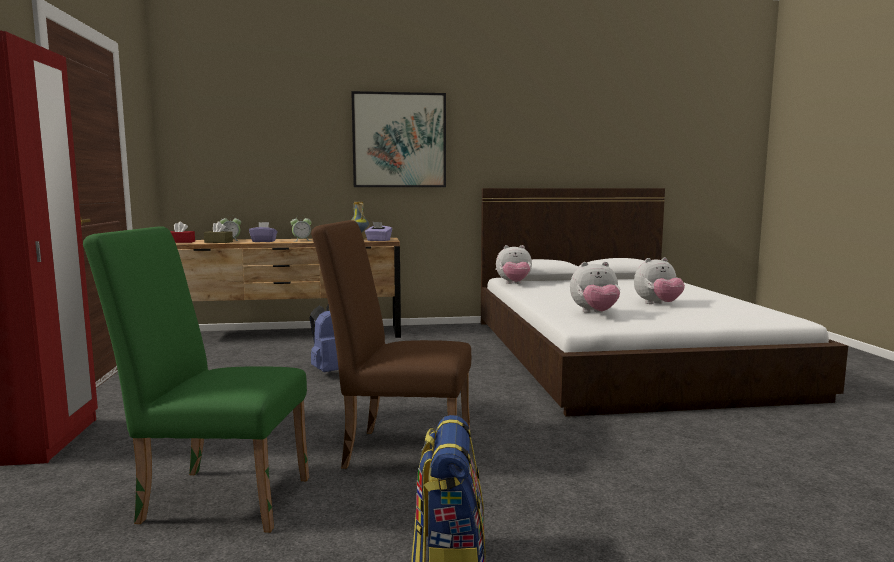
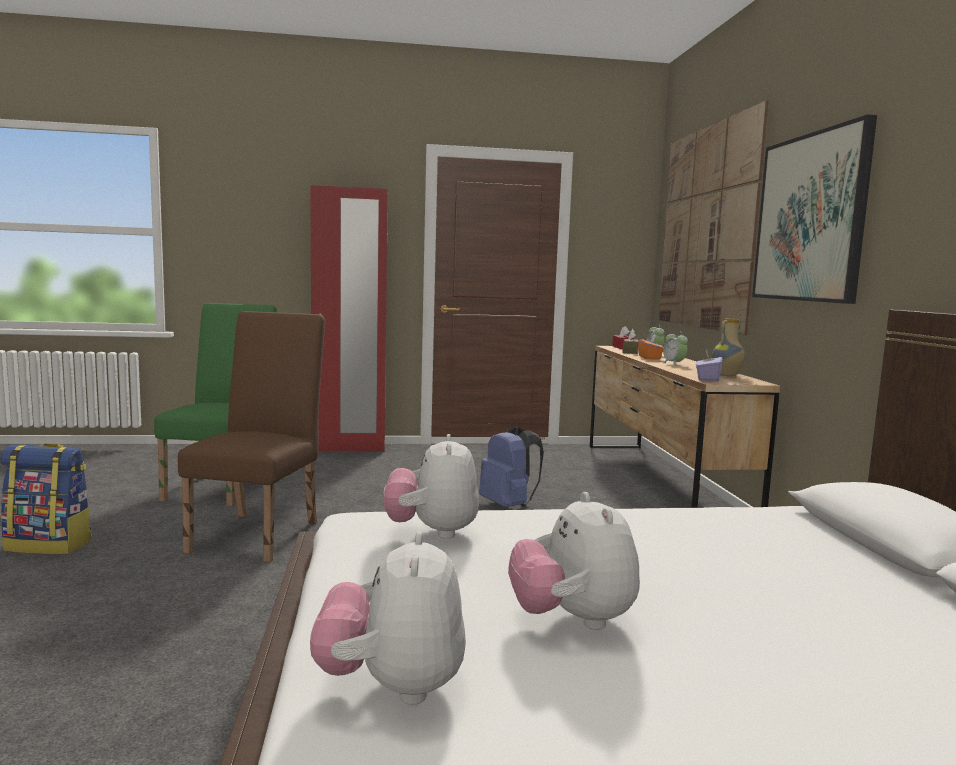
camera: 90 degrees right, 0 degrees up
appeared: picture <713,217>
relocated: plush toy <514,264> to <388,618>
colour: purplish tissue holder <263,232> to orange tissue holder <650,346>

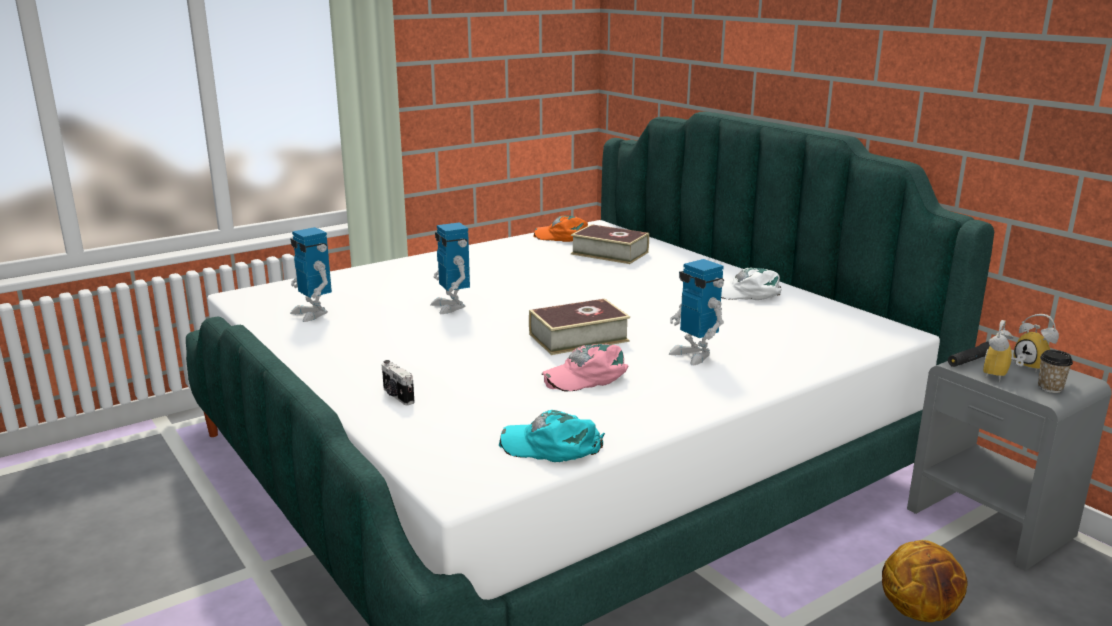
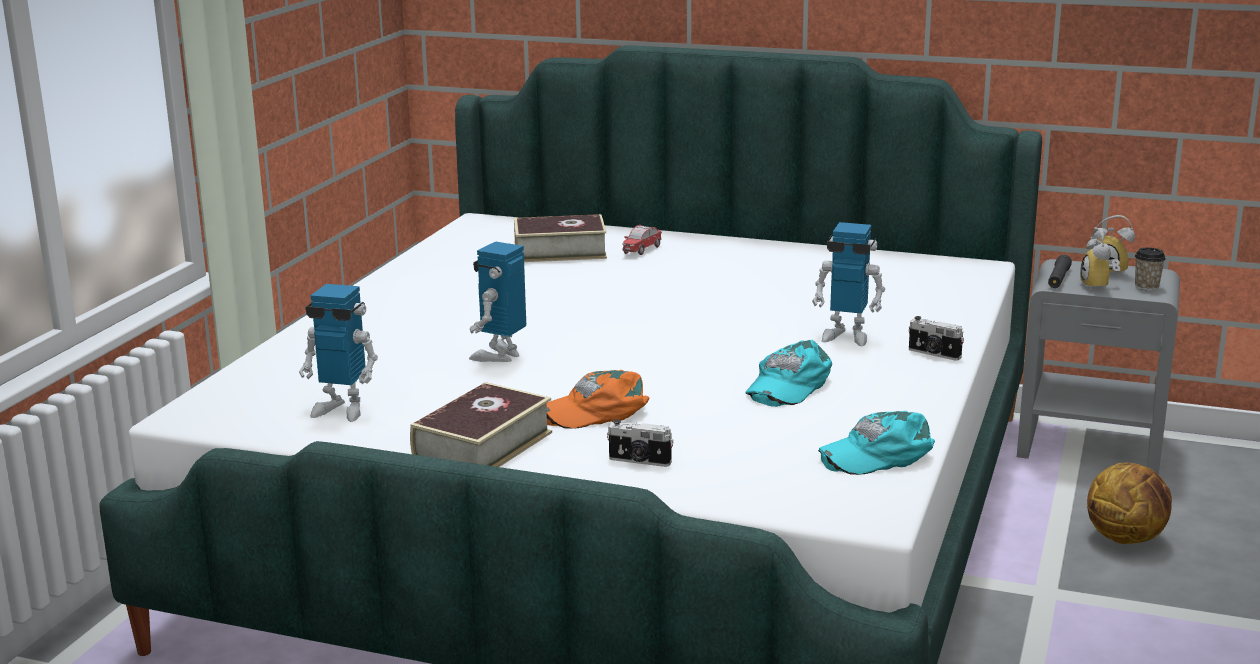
camera: 35 degrees left, 0 degrees up
missing: whitish peaked cap <751,284>
appeared: toy car <642,240>; still camera <936,338>
relocated: volume <579,327> to <481,424>; orange peaked cap <560,228> to <598,399>
colour: pink-coloured peaked cap <585,367> to turquoise peaked cap <788,373>
spun: model robot <450,268> = <497,301> 90 degrees clockwise

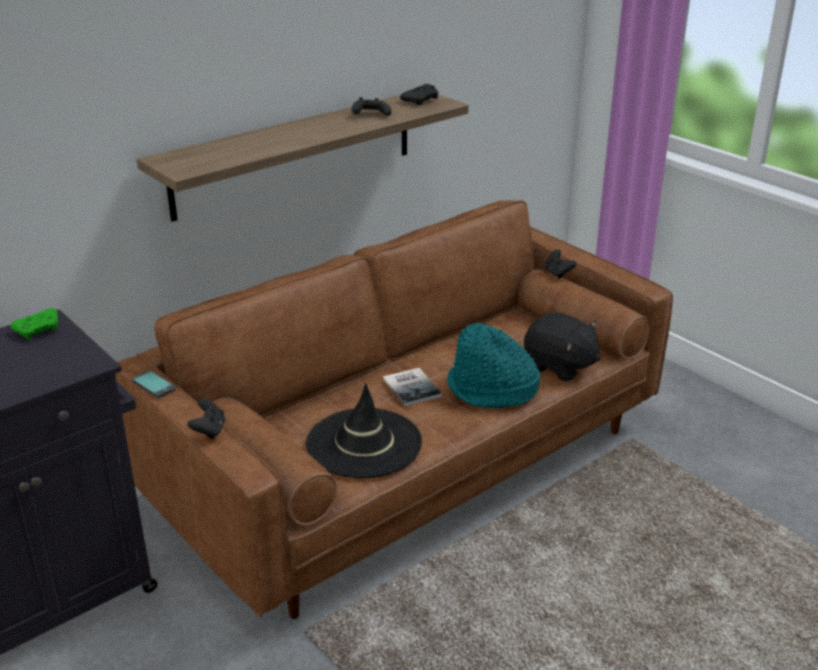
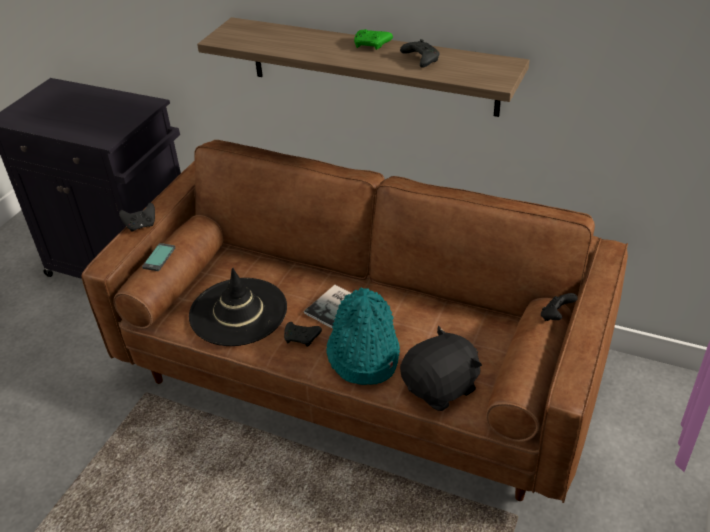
camera: 65 degrees right, 10 degrees up
relocated: green game controller <34,324> to <373,39>; telephone <154,384> to <158,257>; black game controller <419,94> to <303,334>
spun: black plush toy <562,347> = <441,368> 135 degrees counterclockwise

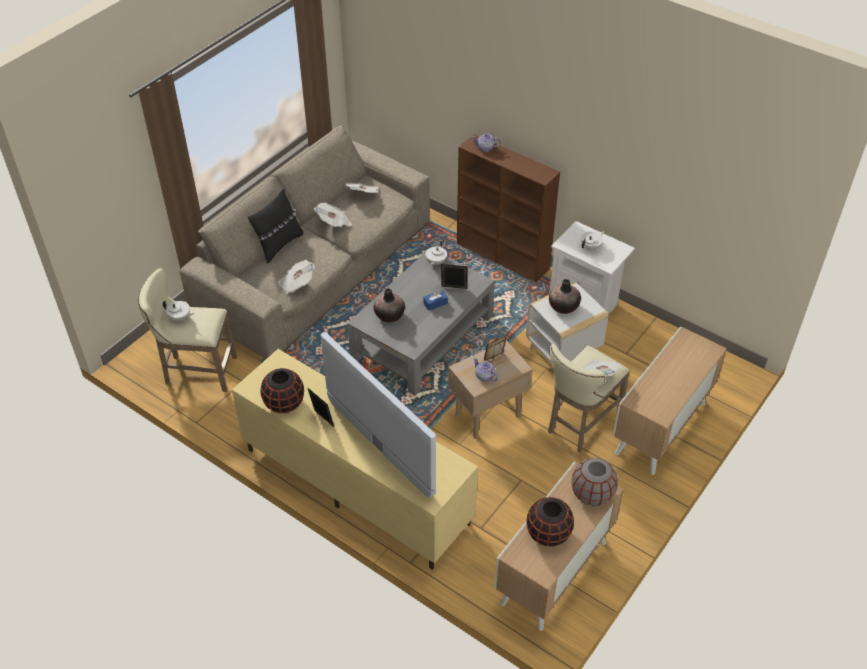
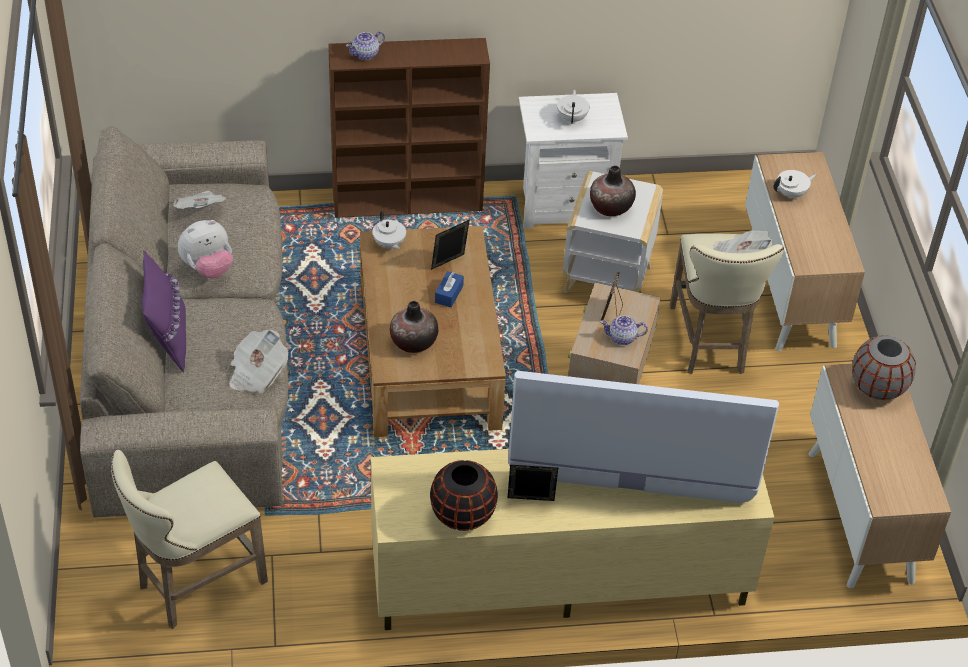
camera: 45 degrees left, 0 degrees up
missing: black flower vase <550,522>
relocated: whitish tea pot <179,311> to <794,185>
exchanged: daily paper <333,215> to plush toy <205,249>
colour: black cushion <275,226> to purplish cushion <164,312>; gray coffee table <421,324> to brownish coffee table <433,331>

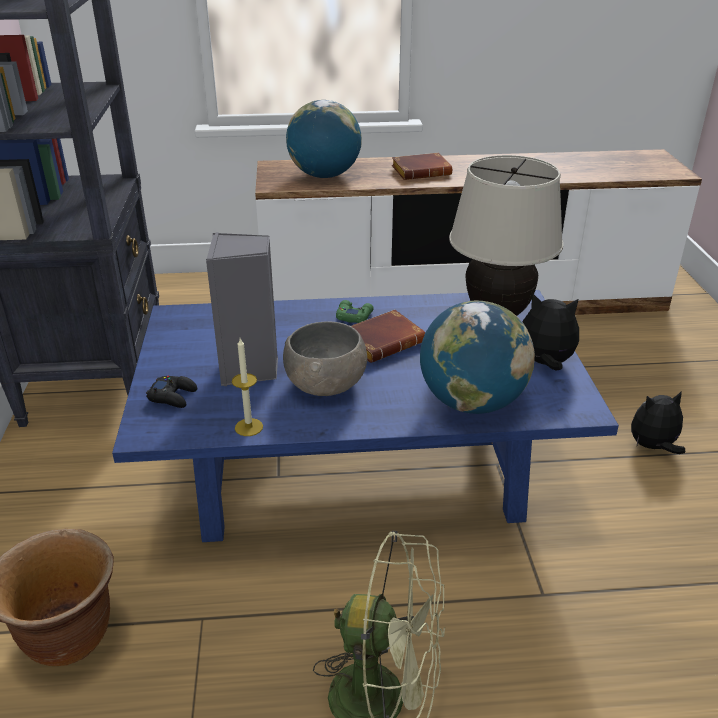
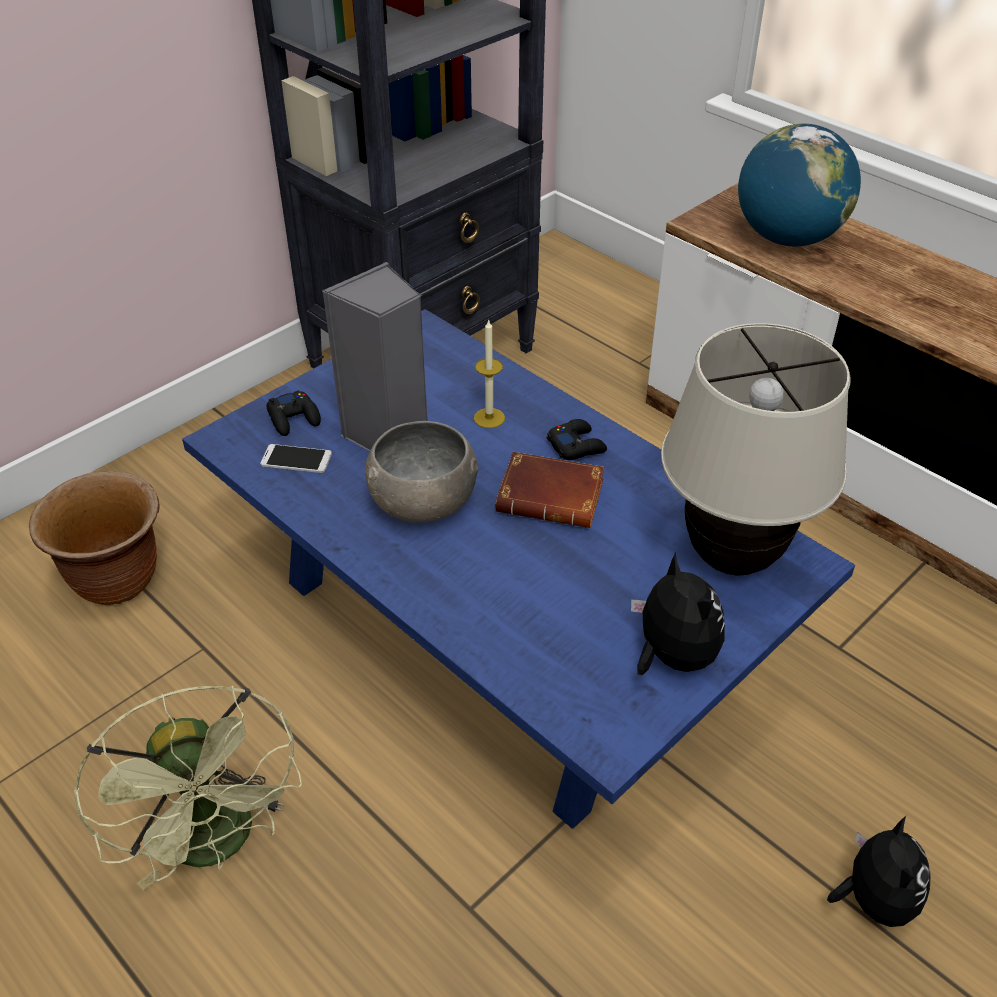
camera: 50 degrees right, 10 degrees up
missing: brownish volume <422,166>; globe <477,357>
appeared: telephone <296,458>
relocated: candle <247,387> to <489,373>
colour: green game controller <355,311> to black game controller <577,439>
spun: plush toy <658,422> = <879,871> 60 degrees clockwise

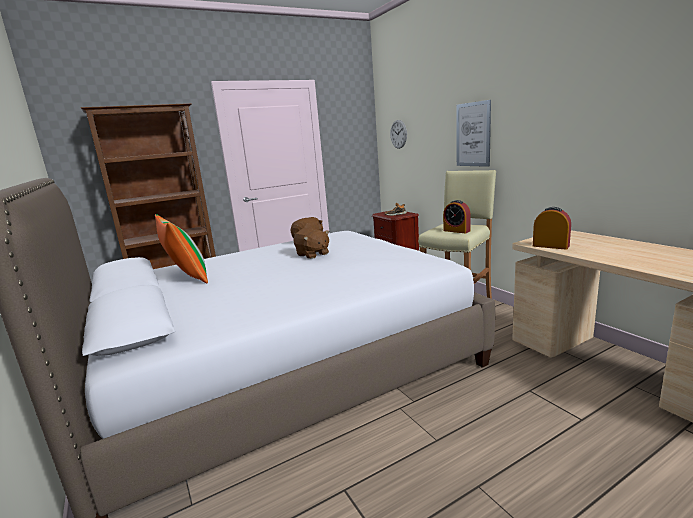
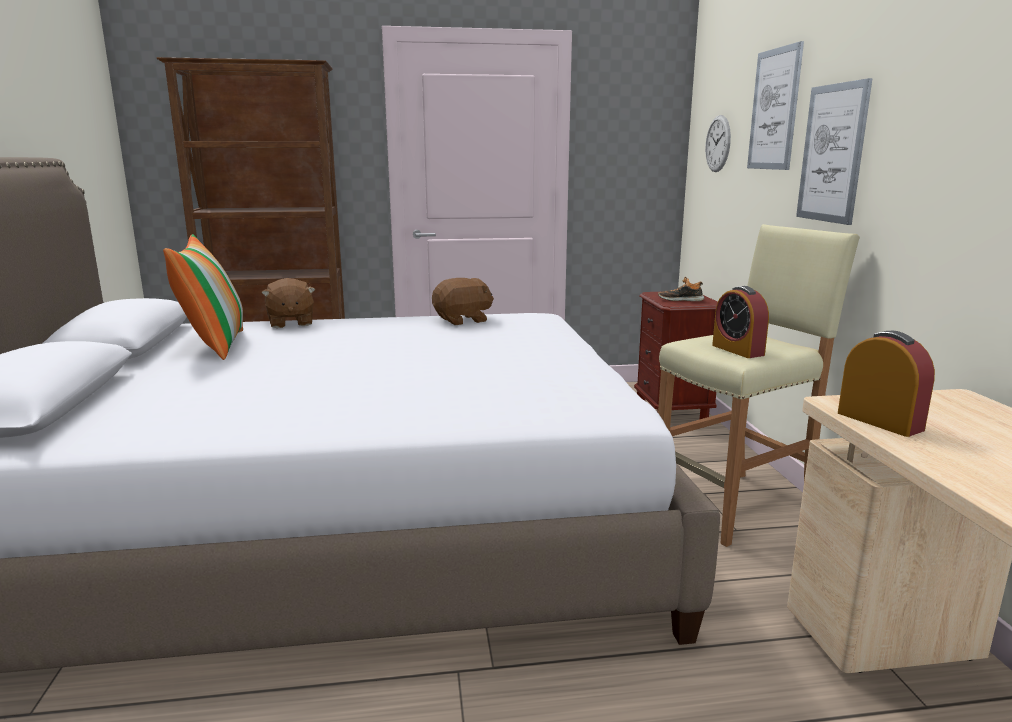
camera: 20 degrees right, 0 degrees up
appeared: picture <775,105>
relocated: brownish plush toy <311,243> to <288,303>

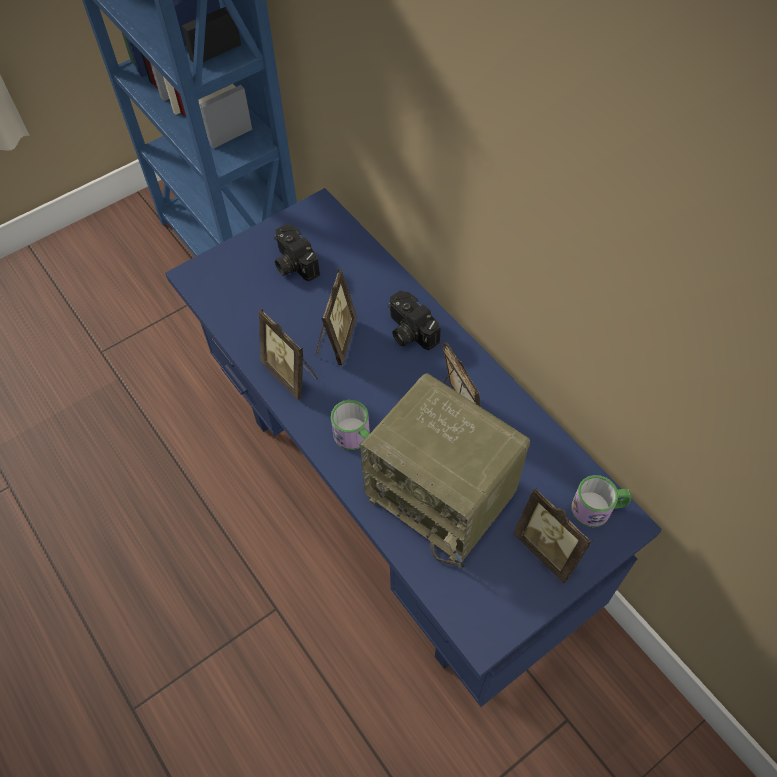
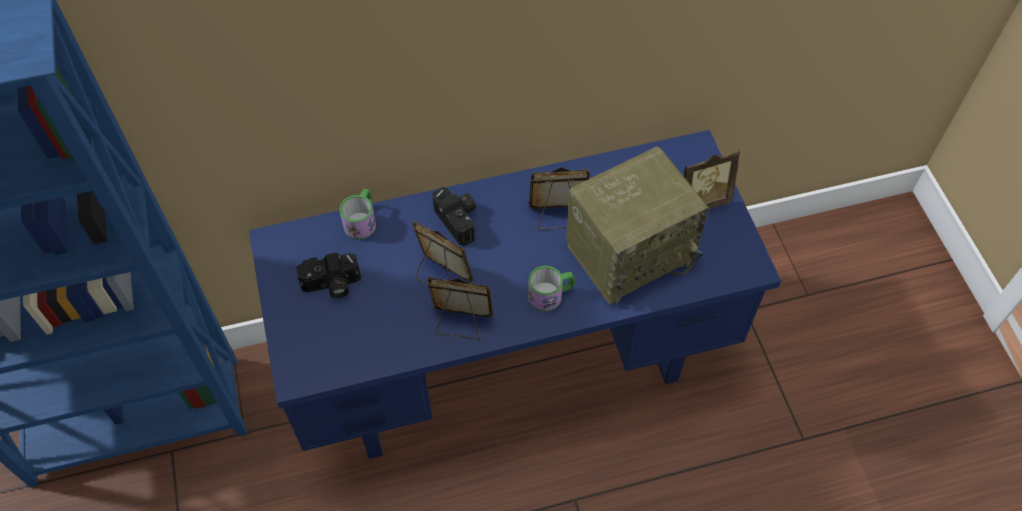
camera: 70 degrees left, 0 degrees up
relocated: mug <601,501> to <358,214>
spun: picture frame <288,354> = <460,308> 150 degrees counterclockwise; still camera <414,320> = <454,216> 105 degrees counterclockwise

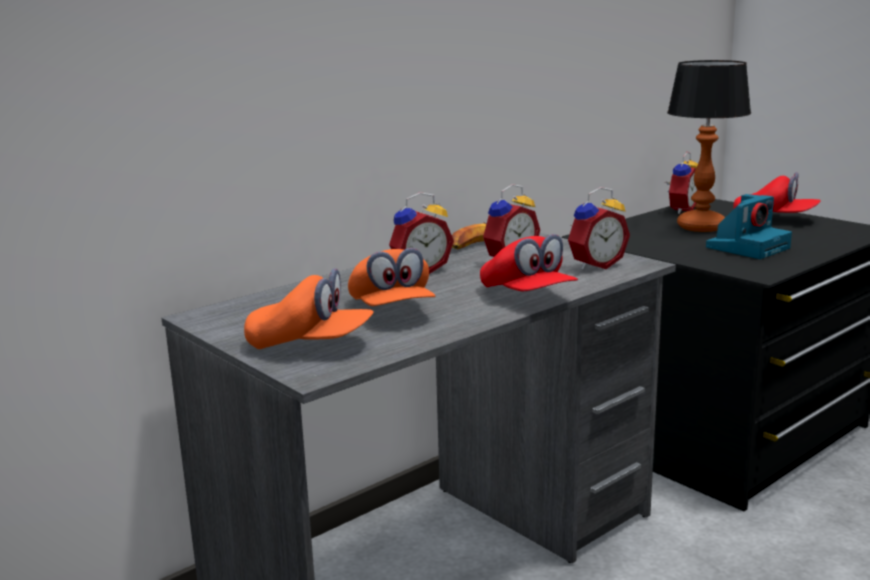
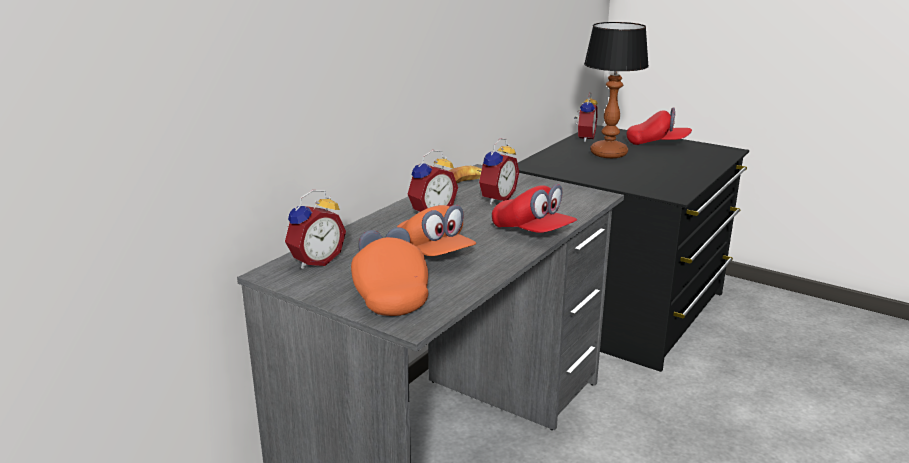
camera: 15 degrees left, 5 degrees up
missing: still camera <749,226>
relocated: table clock <599,228> to <315,229>
spun: orange peaked cap <309,308> = <389,271> 105 degrees counterclockwise

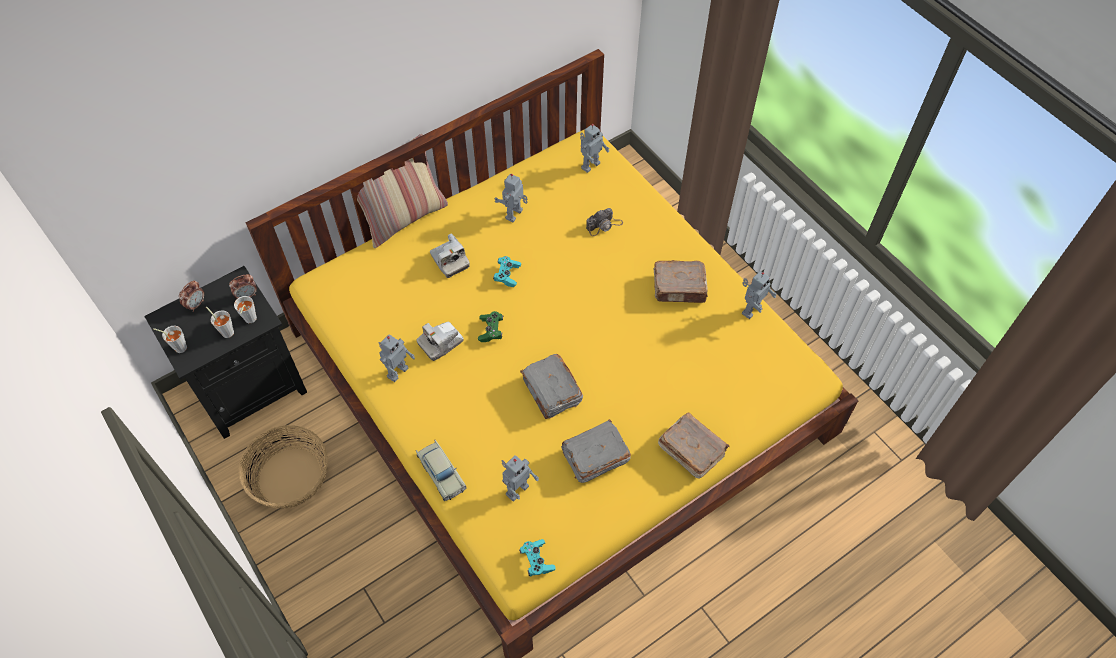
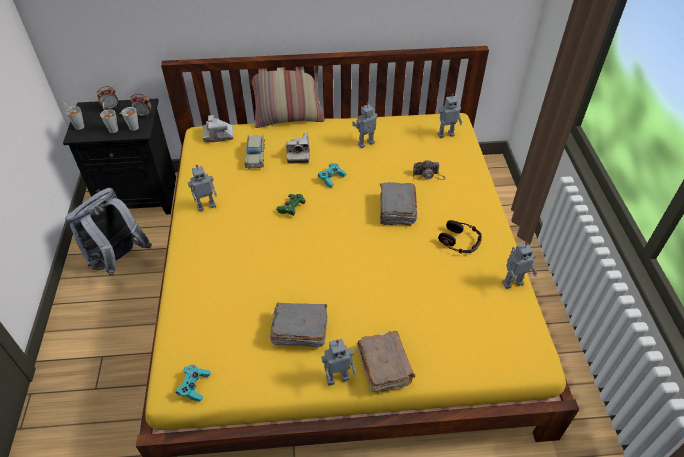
camera: 30 degrees right, 10 degrees down
relocated: still camera <440,341> to <218,129>; beige-coloured toy car <441,470> to <255,152>; model robot <520,478> to <339,362>; gray volume <551,386> to <398,204>
exchanged: household basket <283,466> to gray knapsack <108,232>; brownish volume <681,281> to pair of headphones <460,237>

